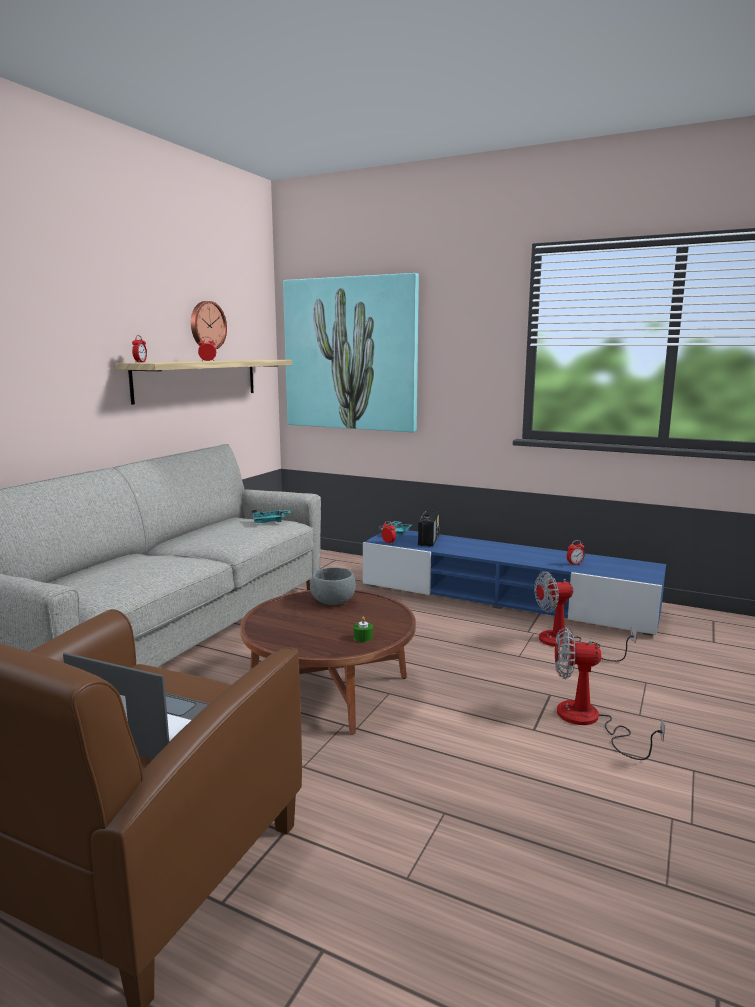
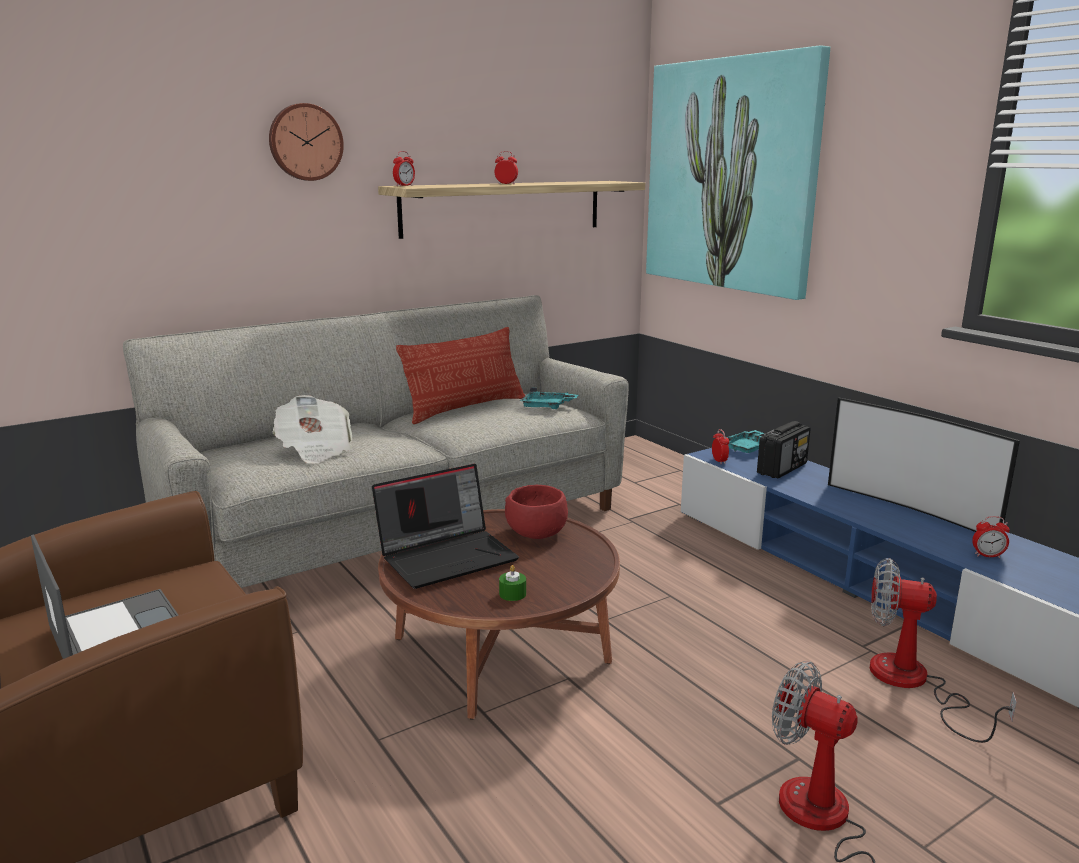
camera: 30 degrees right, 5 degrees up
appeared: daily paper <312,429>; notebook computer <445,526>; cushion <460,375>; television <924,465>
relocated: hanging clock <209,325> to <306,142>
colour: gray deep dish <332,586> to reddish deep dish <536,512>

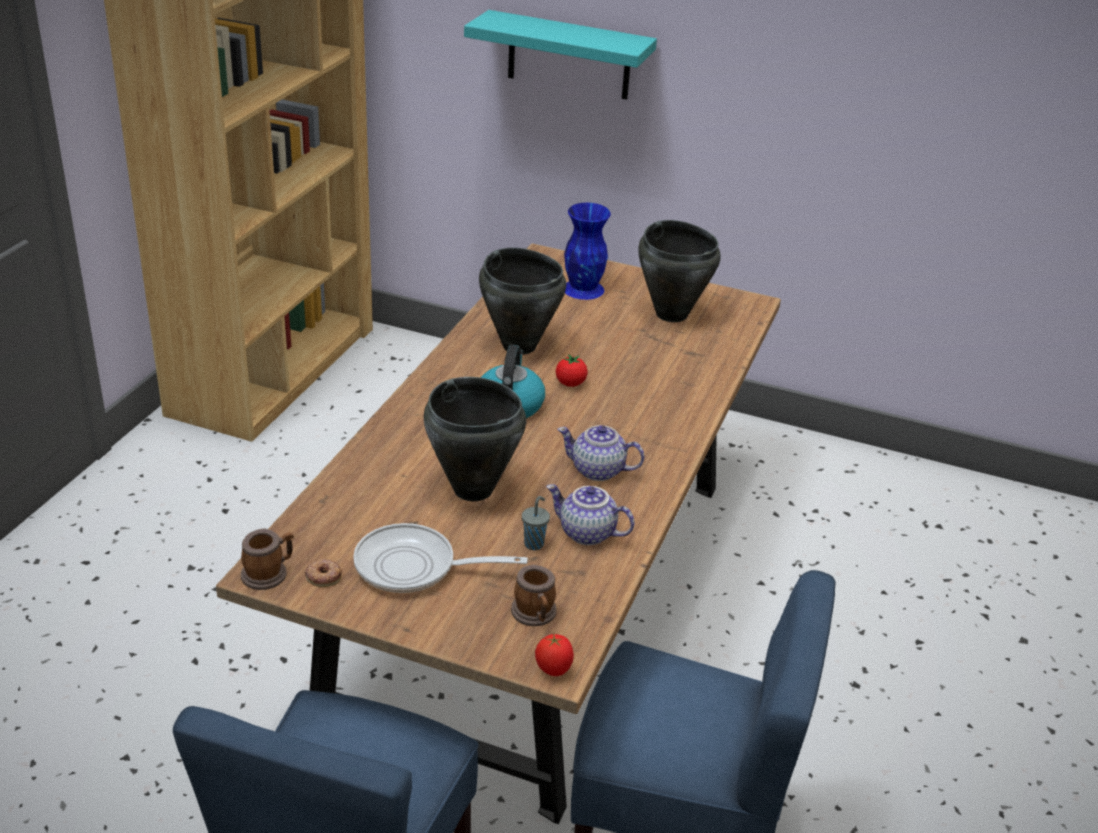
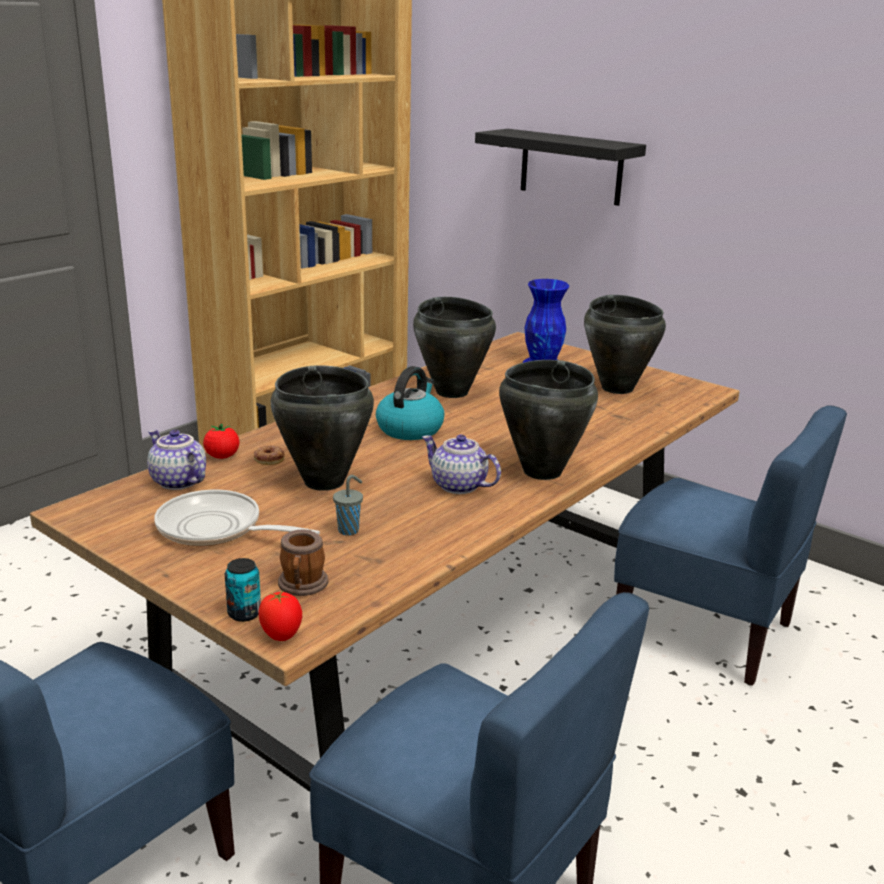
camera: 20 degrees right, 10 degrees down
missing: mug <267,559>
appeared: sealed can <243,590>; black saucepot <548,420>; bluish chair <730,545>
relocated: ring doughnut <323,573> to <269,455>; tea pot <590,514> to <176,460>; whole tomato <572,370> to <221,441>
colour: turquoise bracket shelf <560,55> to black bracket shelf <560,167>

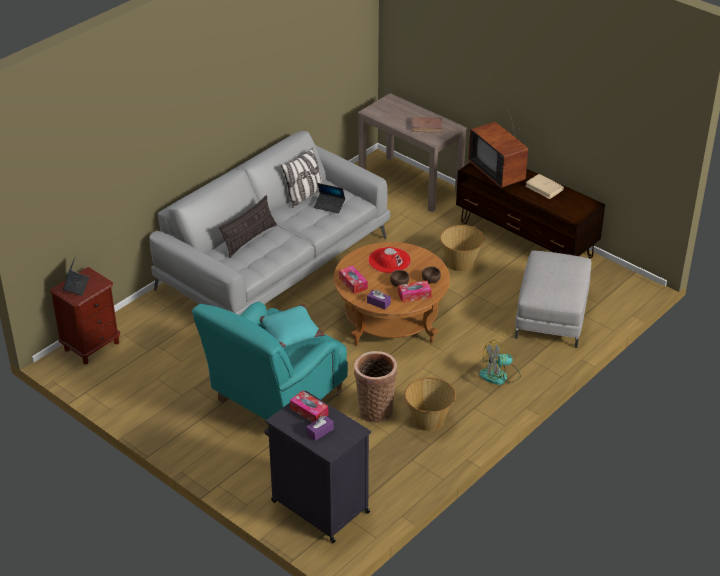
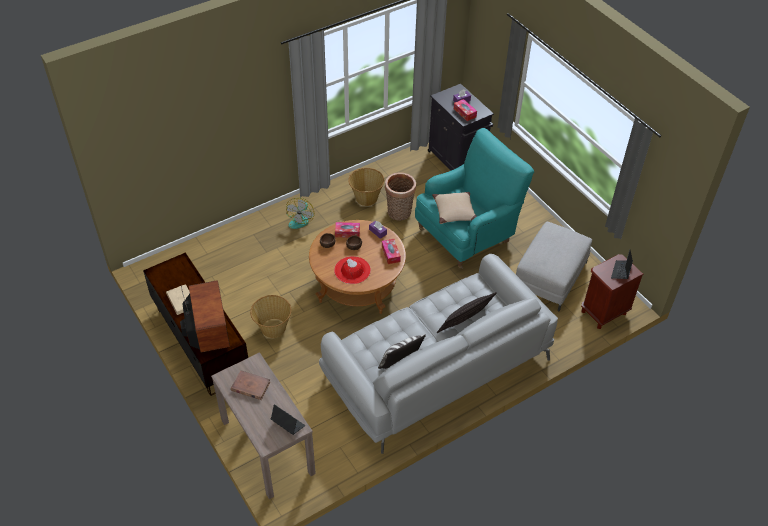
camera: 165 degrees left, 10 degrees up
relocated: notebook computer <329,198> to <288,419>; gray ottoman <553,299> to <554,266>
colour: turquoise cushion <292,326> to beige-coloured cushion <454,208>
spun: cooling fan <500,362> = <300,213> 105 degrees clockwise

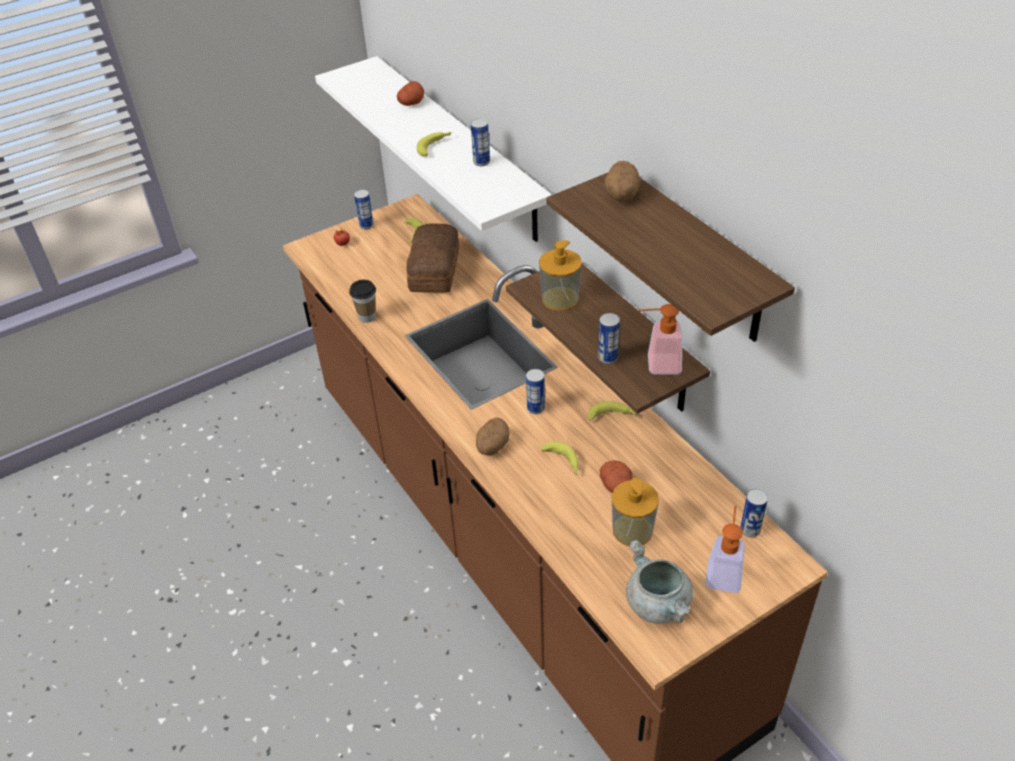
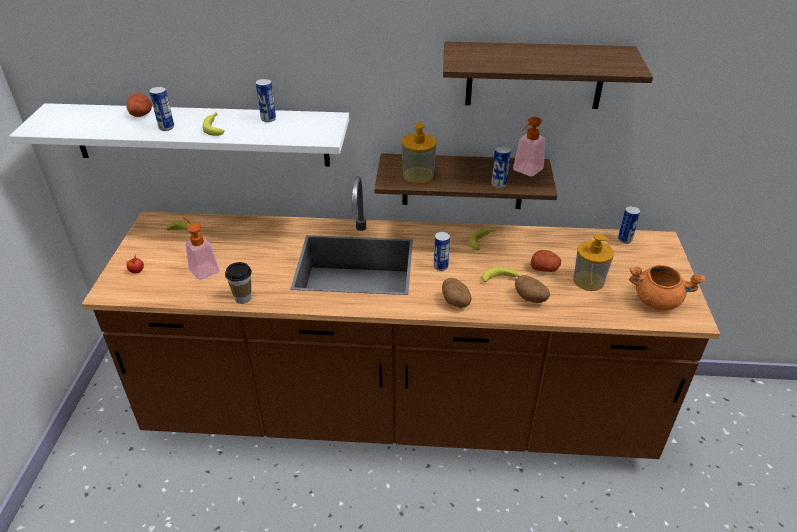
camera: 55 degrees left, 5 degrees down
missing: bakery bread <433,258>
relocated: sealed can <364,209> to <161,108>; spud <622,181> to <532,289>; liquid soap bottle <725,549> to <201,248>
colour: gray saucepot <659,582> to orange saucepot <667,287>

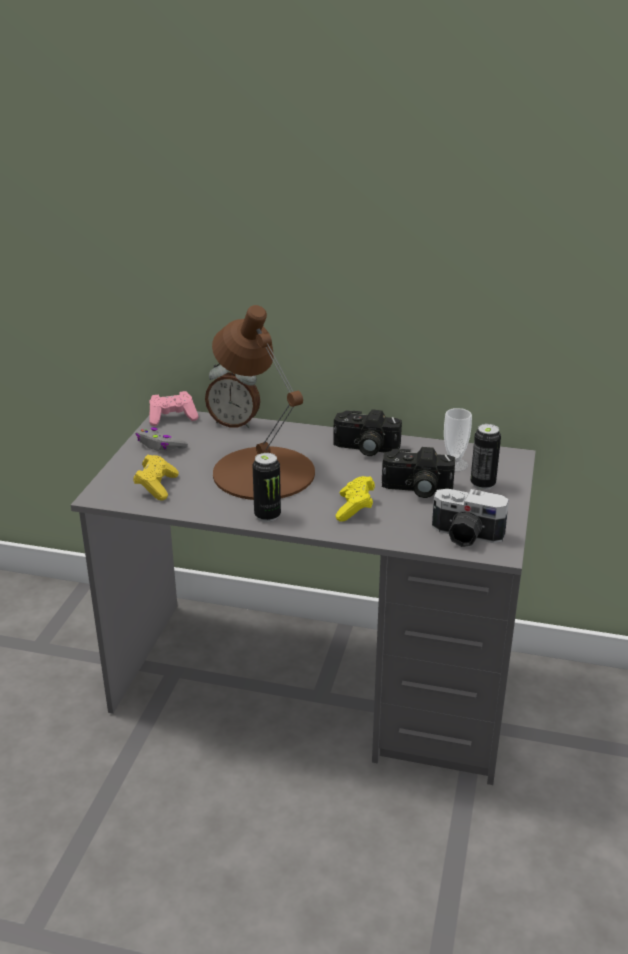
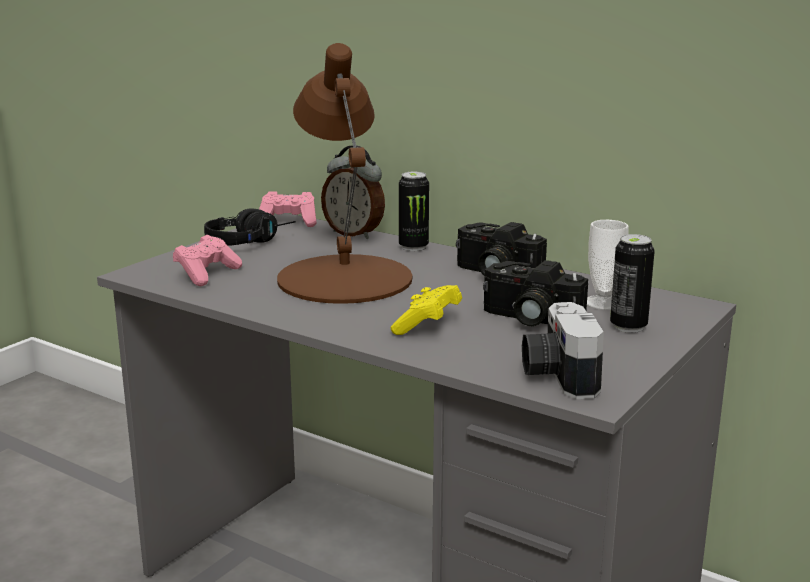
camera: 20 degrees right, 10 degrees down
relocated: sealed can <266,487> to <414,211>
exchanged: gray game controller <162,439> to black pair of headphones <250,227>
colour: yellow-coloured game controller <156,478> to pink-coloured game controller <207,260>
spun: still camera <470,518> = <563,350> 45 degrees clockwise

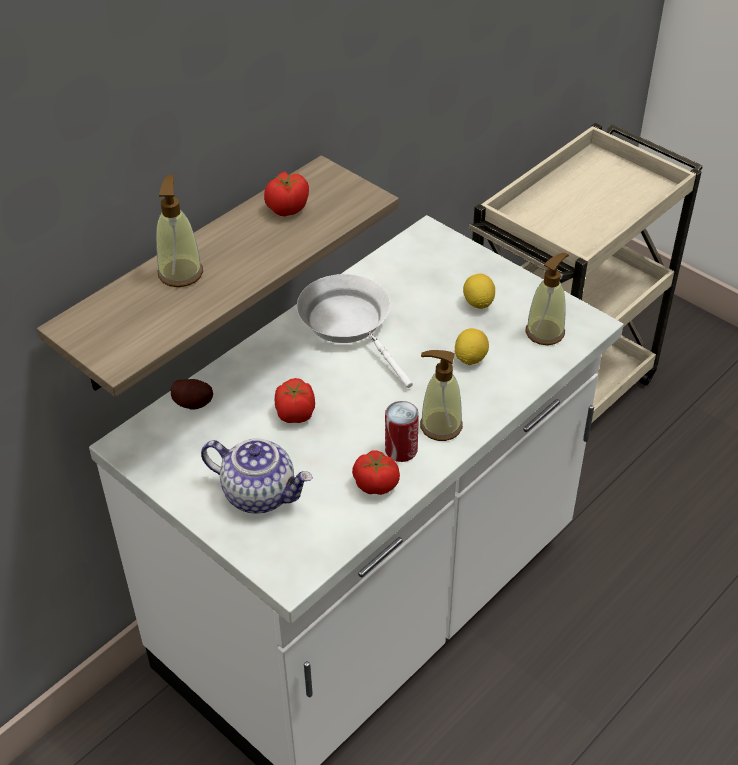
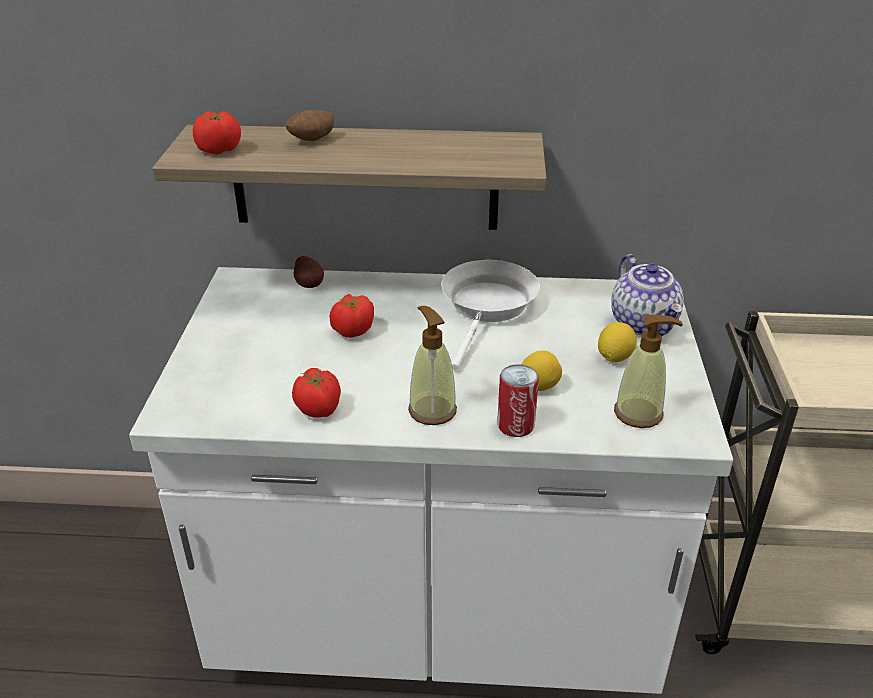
camera: 50 degrees right, 10 degrees down
relocated: tea pot <257,476> to <647,295>; whole tomato <286,194> to <217,133>; sealed can <402,431> to <518,400>
exchanged: liquid soap bottle <179,231> to spud <310,125>

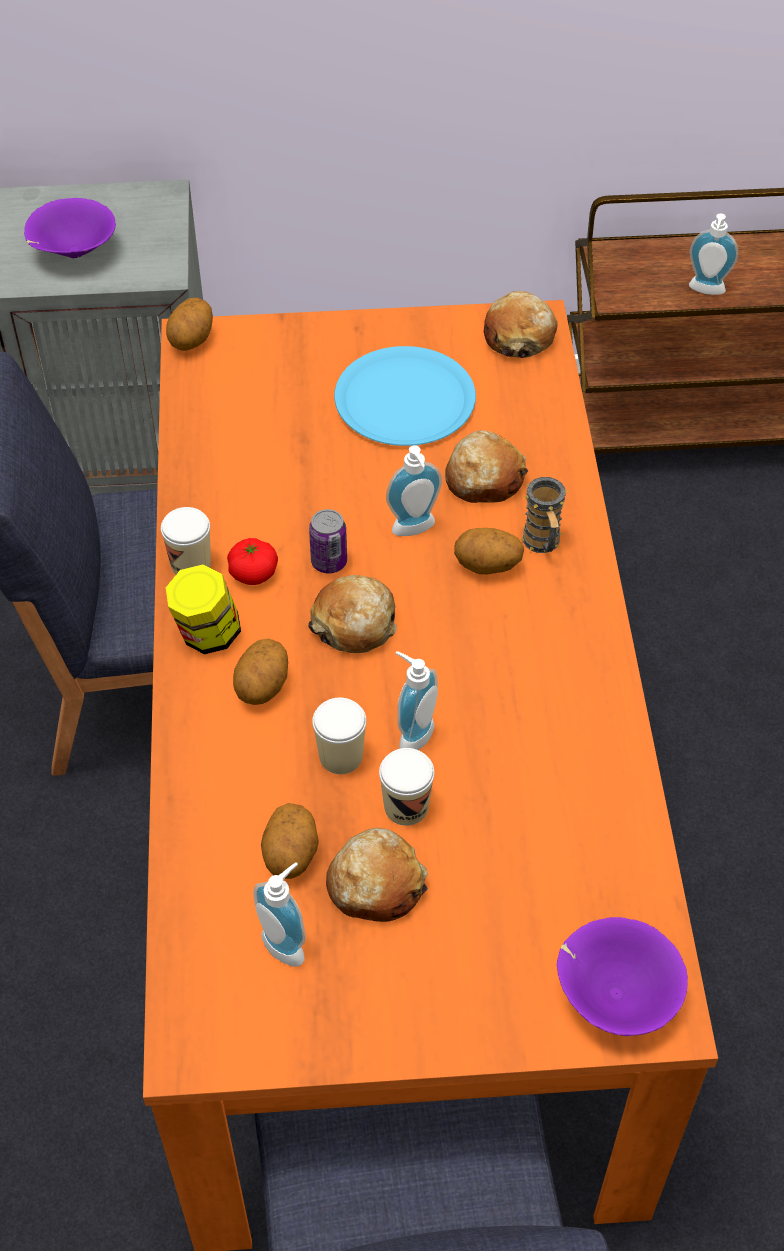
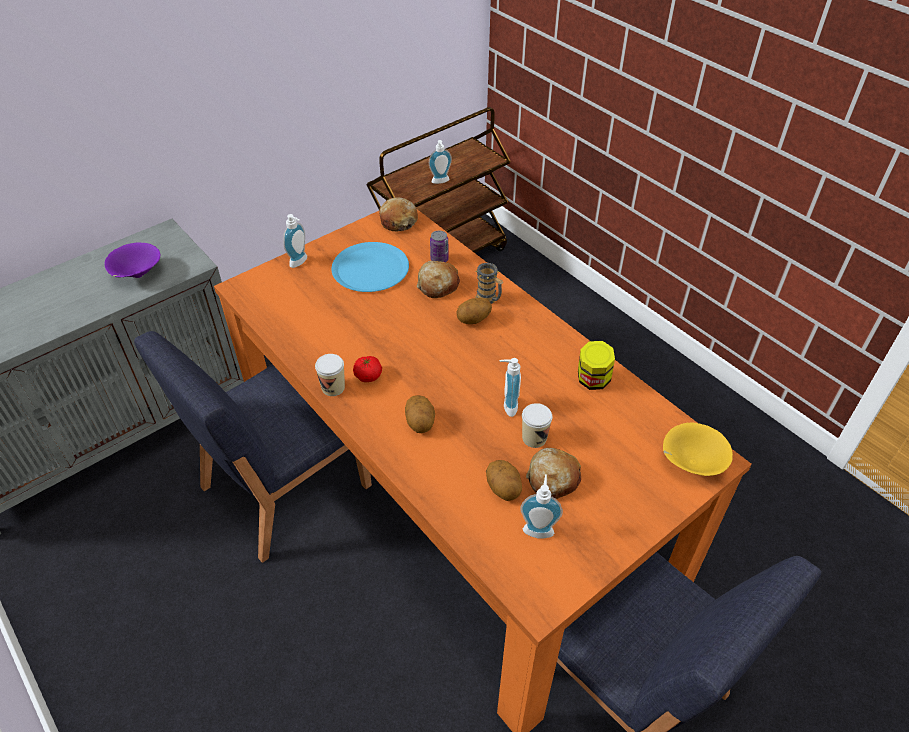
camera: 35 degrees left, 5 degrees down
missing: spud <189,324>; bakery bread <352,614>; drinking cup <339,736>
relocated: preserve jar <203,609> to <596,365>; sealed can <328,541> to <439,246>; liquid soap bottle <414,490> to <295,241>
colour: purplish deep dish <622,976> to yellow-coloured deep dish <698,449>

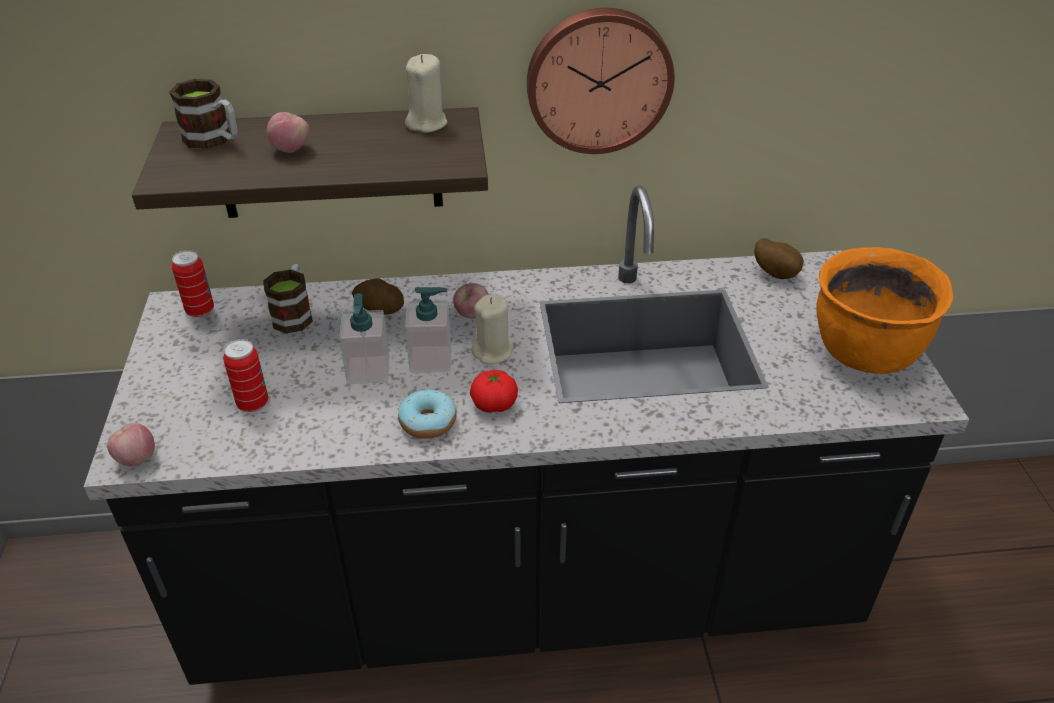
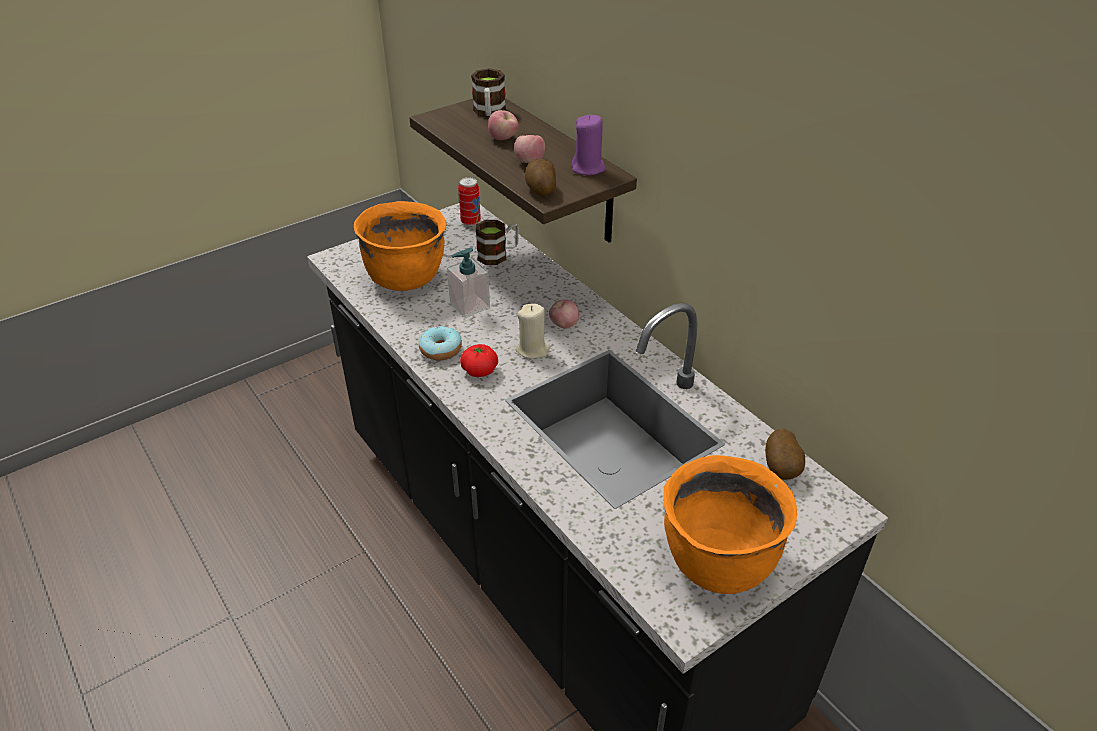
camera: 60 degrees right, 0 degrees up
missing: liquid soap bottle <428,330>; hanging clock <600,81>
relocated: apple fruit <131,444> to <529,149>; spud <378,296> to <540,177>
exchanged: sealed can <245,375> to orange saucepot <400,246>
colour: beige-coloured candle <426,93> to purplish candle <588,145>

